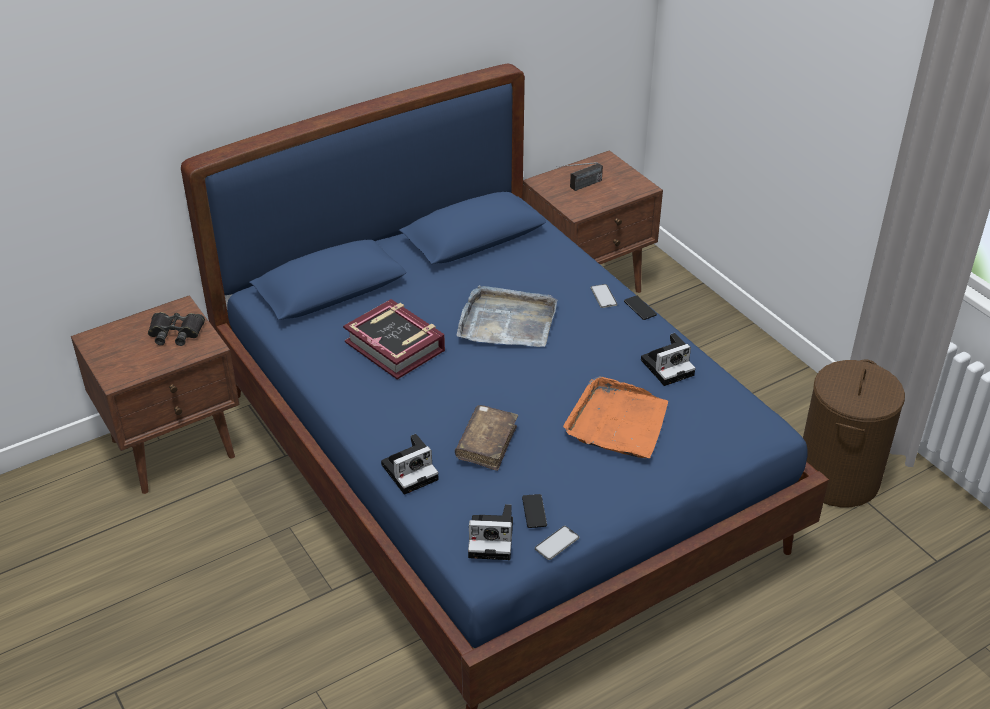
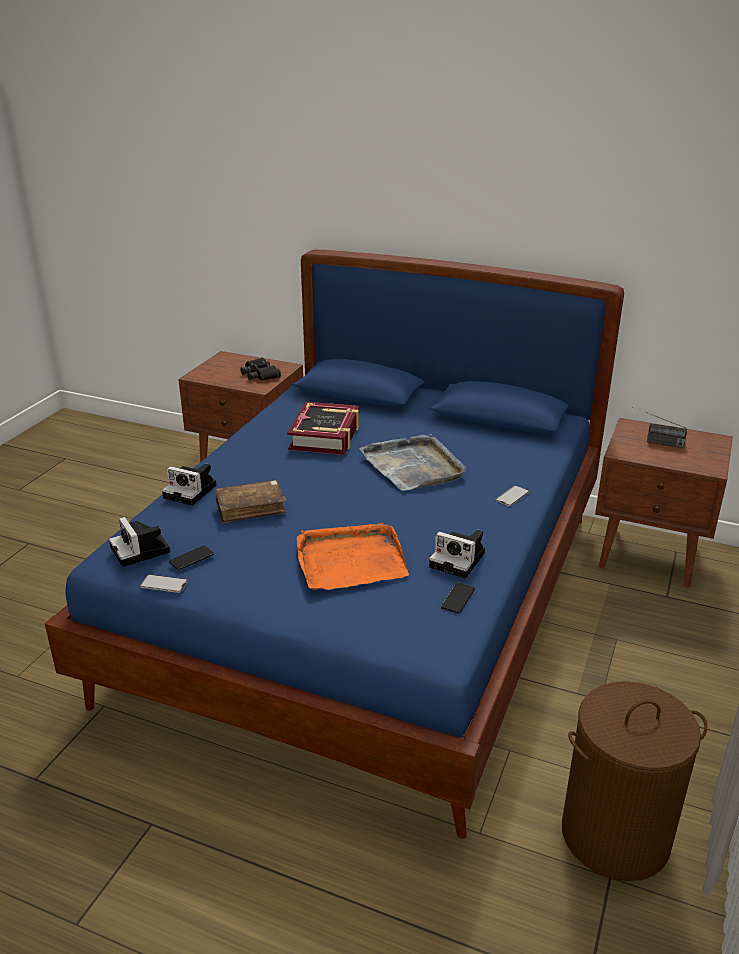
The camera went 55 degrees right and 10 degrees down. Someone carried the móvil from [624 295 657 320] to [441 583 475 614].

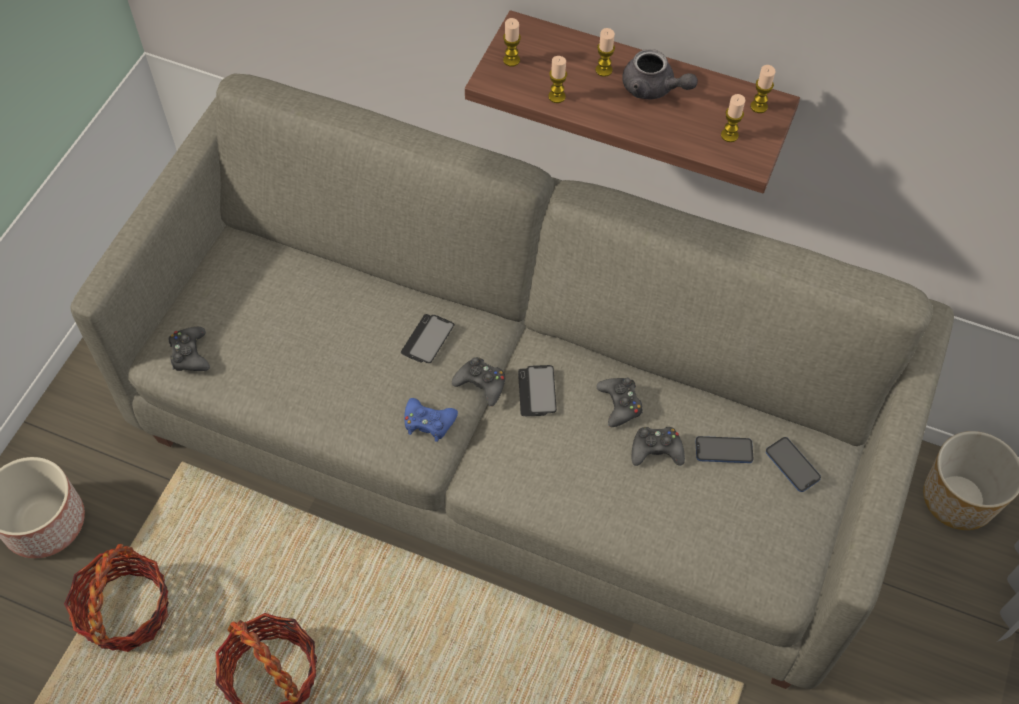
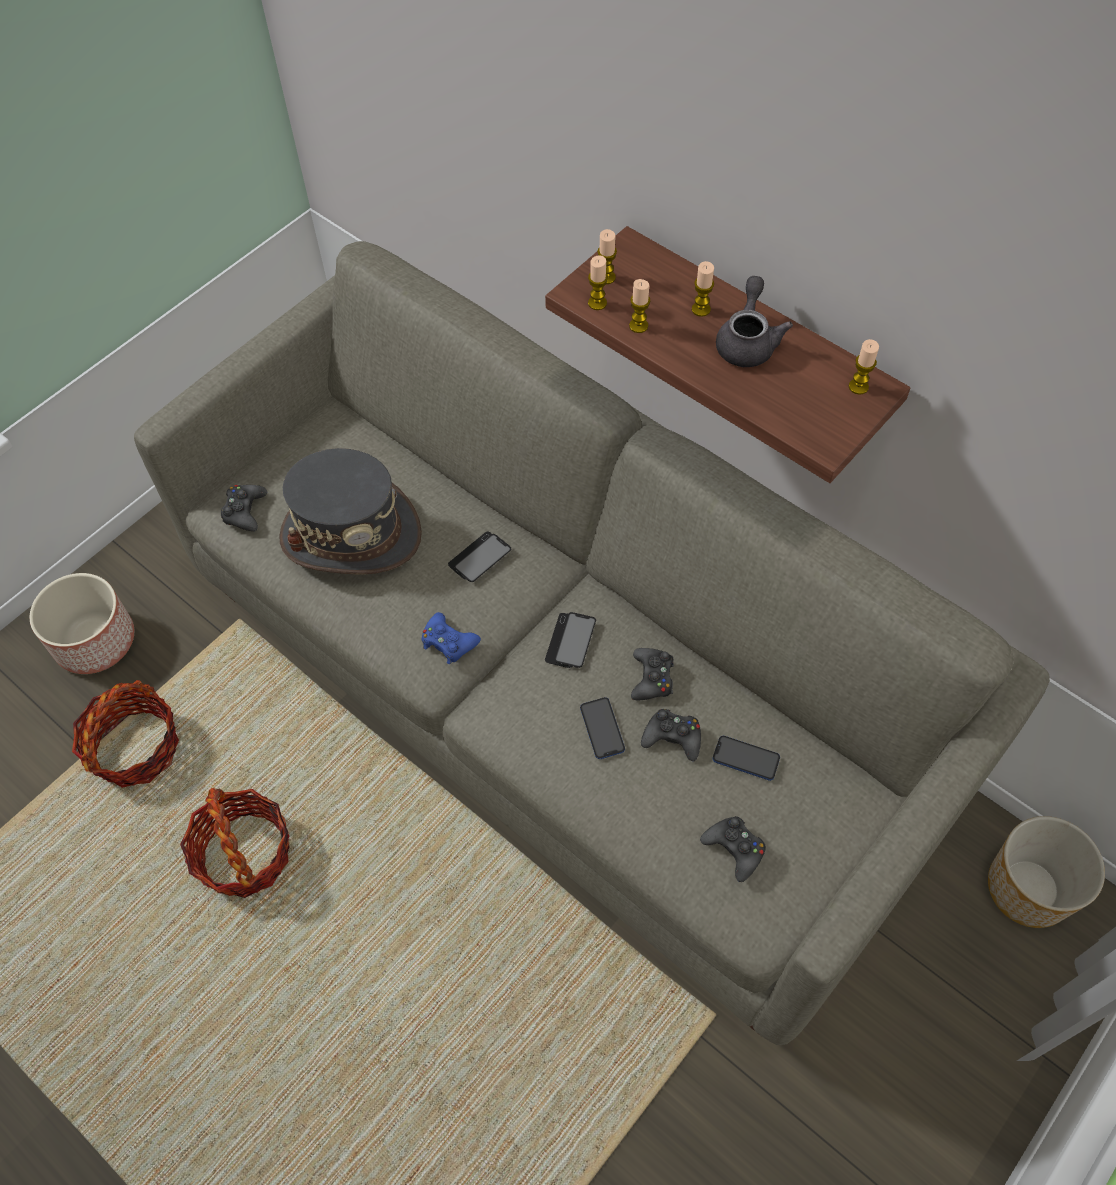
The camera went 20 degrees right and 0 degrees up. Someone put down the sombrero/gris at [279 448 422 575]. Someone carried the mando de consola/negro from [452 357 505 406] to [700 816 766 882]. Someone carried the vela from [721 94 745 142] to [588 256 608 310]. Someone carried the móvil from [766 437 821 492] to [580 697 625 759]. Someone rotated the tetera/gris at [622 49 698 99] by 135 degrees counterclockwise.

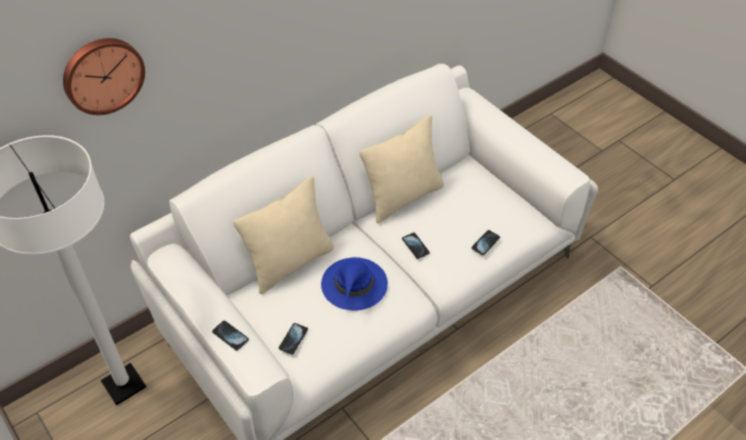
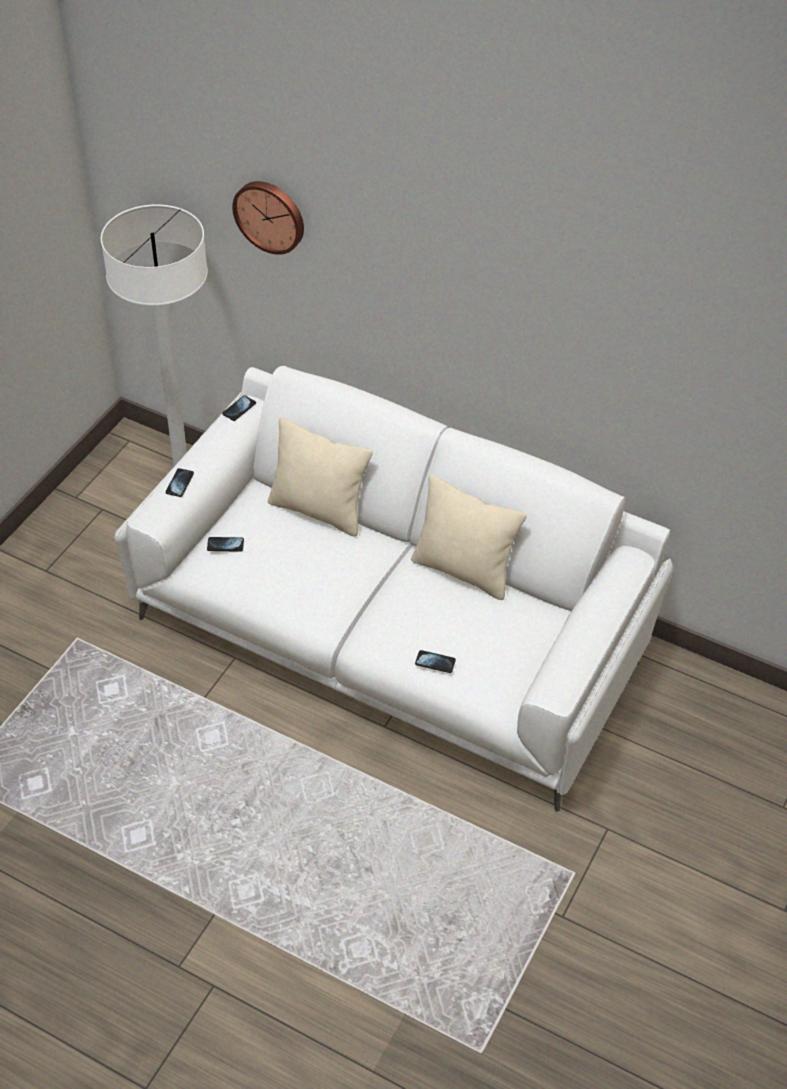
The camera went 65 degrees right and 0 degrees up. Someone took away the sombrero/azul at [321 257 388 311]. Someone carried the móvil from [402 232 430 259] to [222 395 256 421].

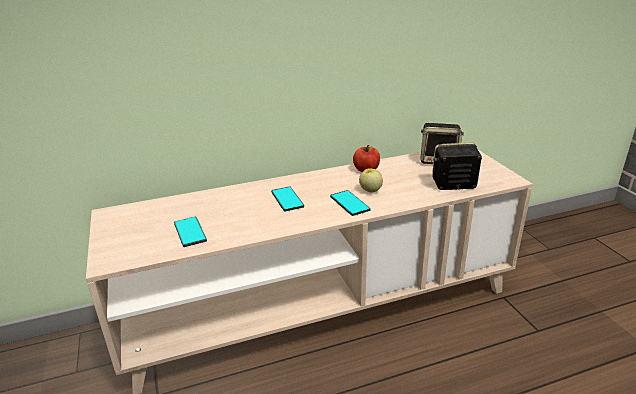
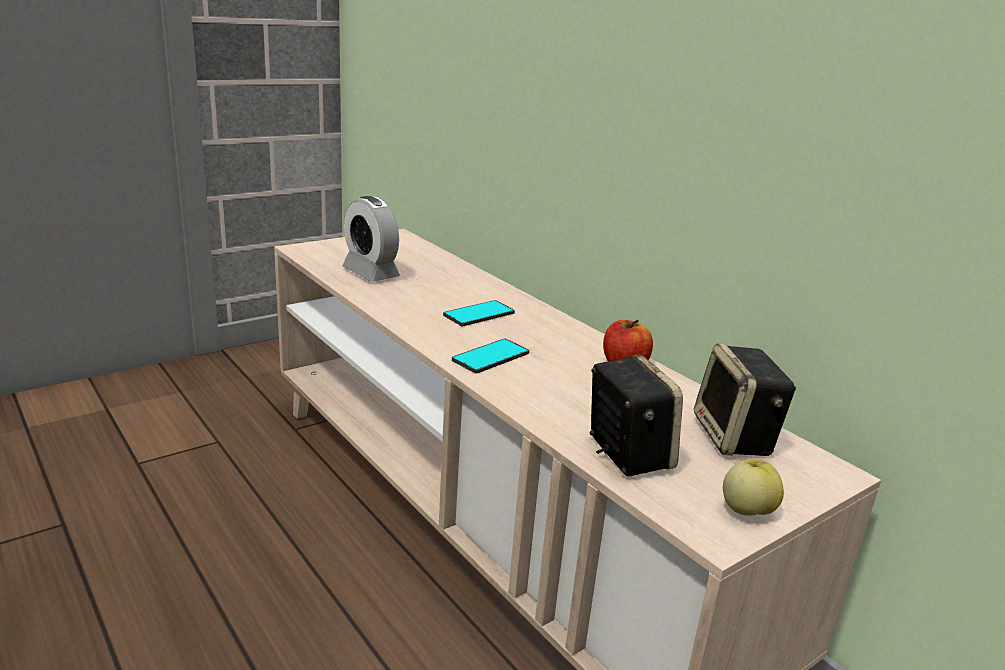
The camera went 70 degrees right and 5 degrees down. Someone carried the manzana from [359 168 383 192] to [723 459 784 516]. Someone swapped the móvil at [174 217 207 247] for the despertador at [342 196 400 282].

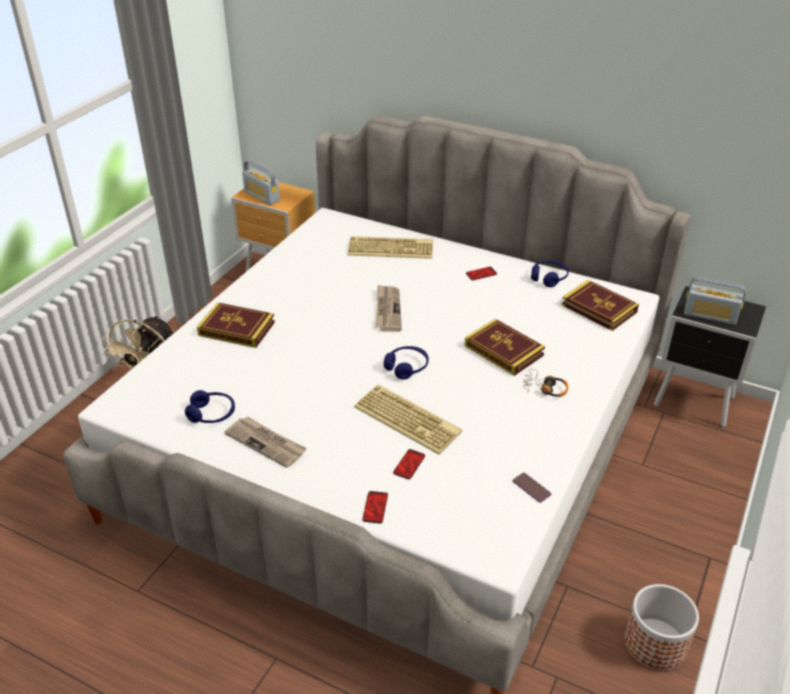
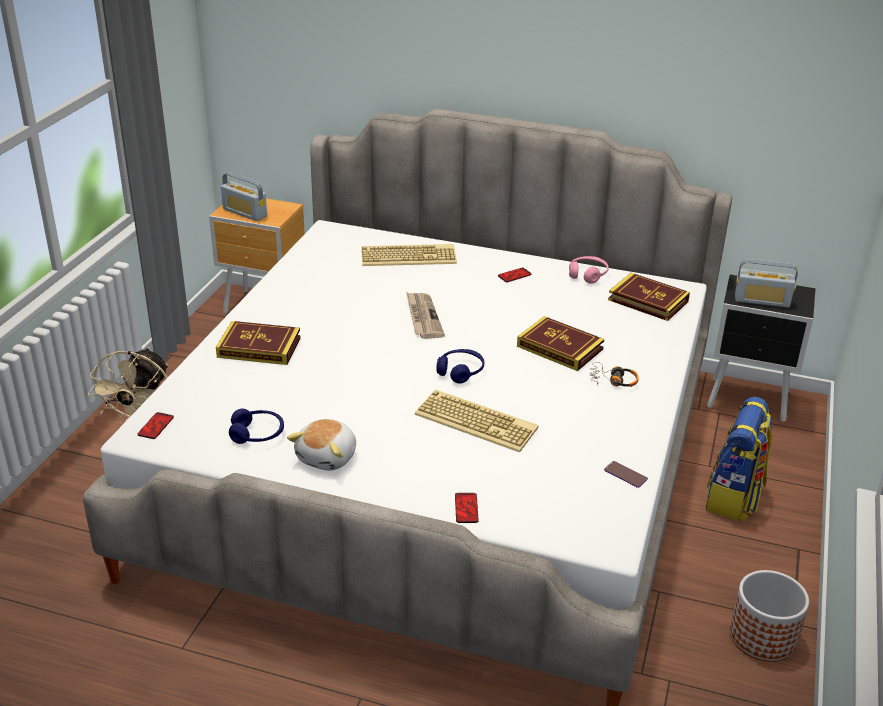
The camera went 10 degrees left and 5 degrees down. Someone put down the mochila at [706 397 772 522]. Someone carried the móvil from [393 449 425 479] to [138 412 174 439]. Someone swapped the periódico at [224 416 307 468] for the peluche at [287 419 356 471]. Someone repainted the auriculares/azul at [531 260 569 287], which became the auriculares/rosa at [569 256 609 284].

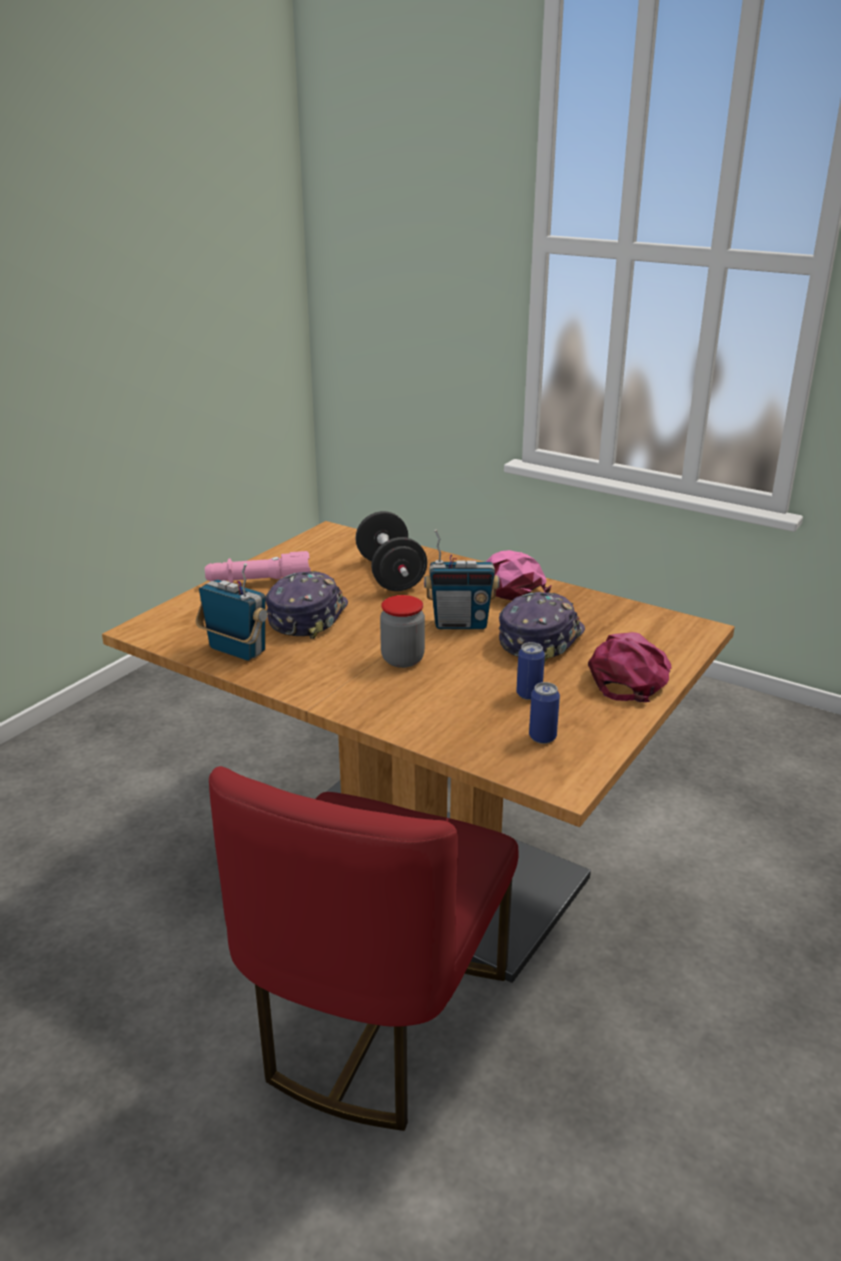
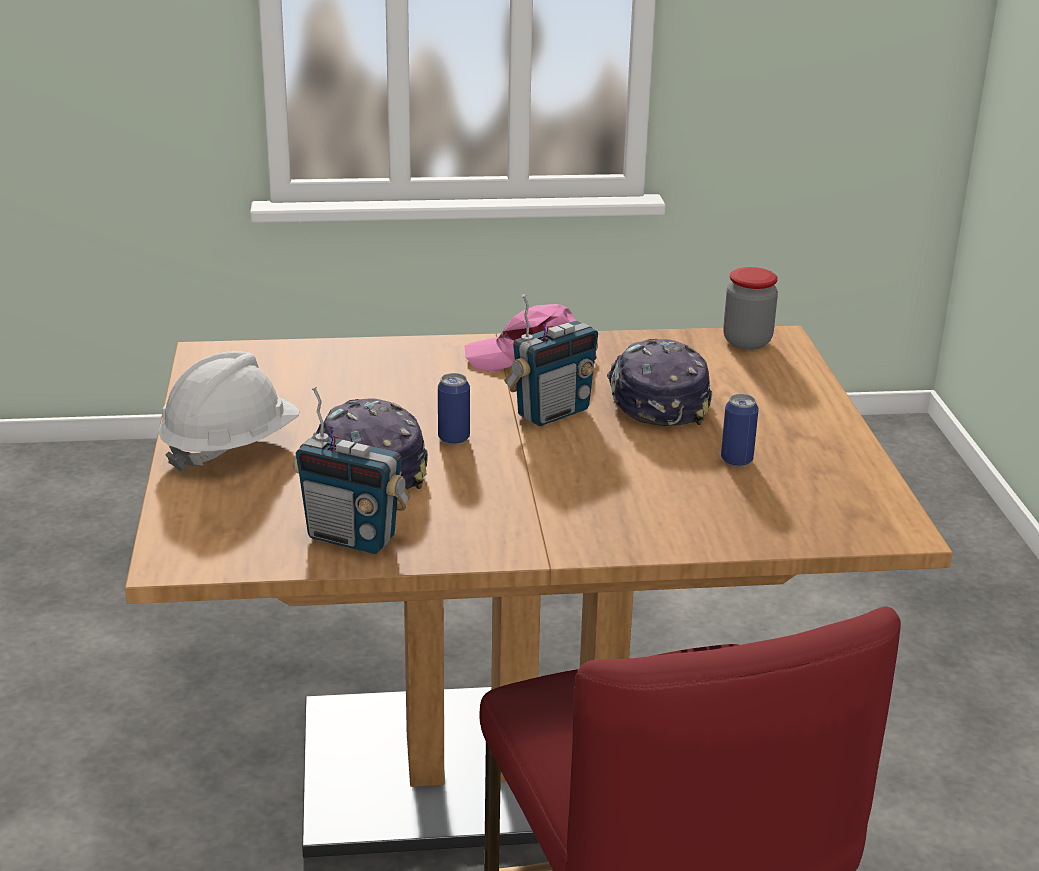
The camera went 40 degrees left and 0 degrees up. Someone took away the mancuerna/negro at [355 511 427 591]. Someone took away the gorra/rosa at [588 632 671 702]. Someone carried the tarro from [380 595 425 668] to [723 267 778 350]. Someone carried the lata from [529 682 560 744] to [438 373 470 444]. Someone swapped the linterna/rosa at [205 551 311 583] for the casco/blanco at [158 351 300 472]. Someone rotated the radio at [196 563 268 661] by 150 degrees counterclockwise.

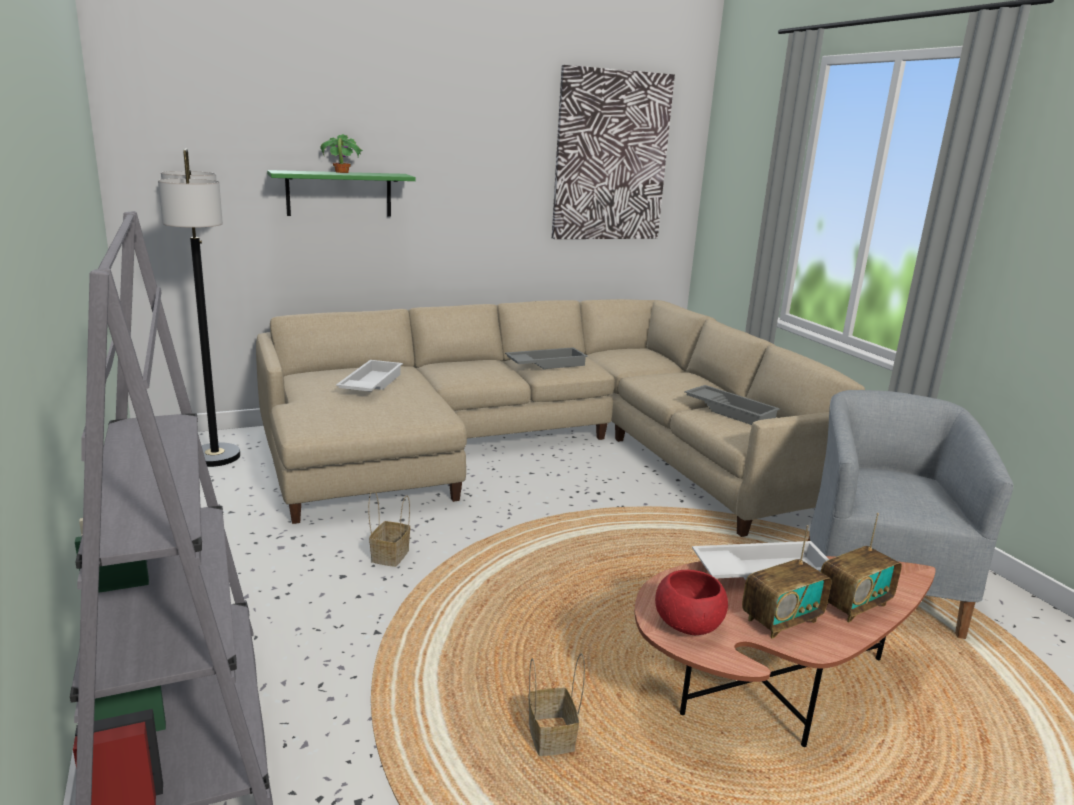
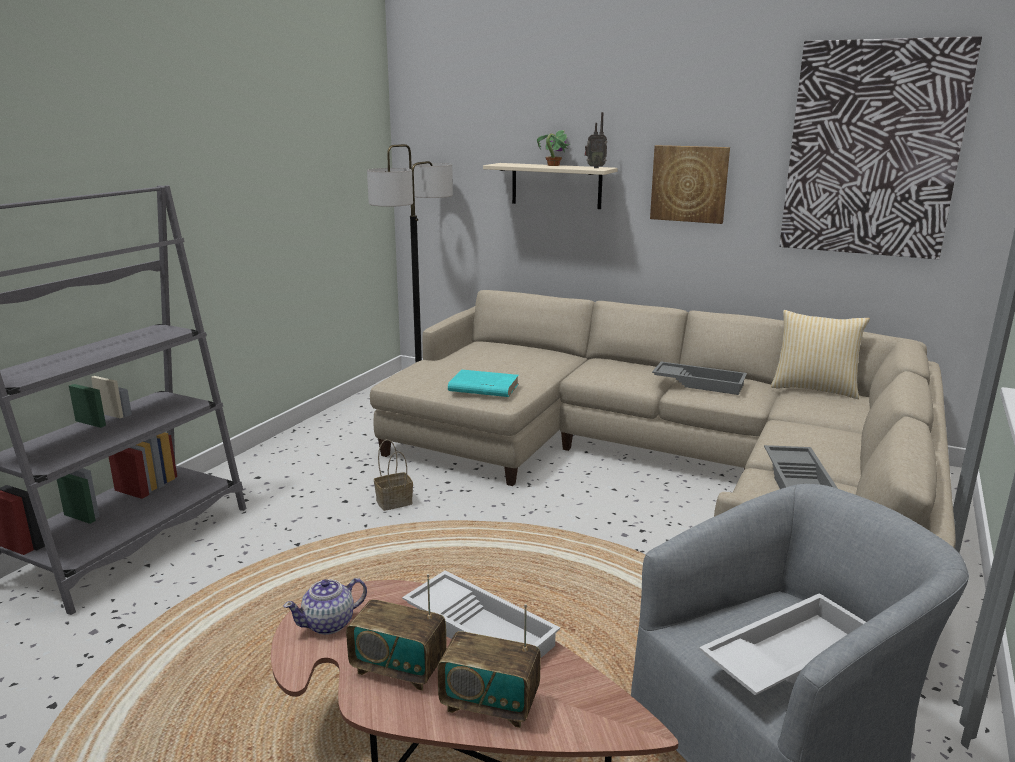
The camera went 50 degrees right and 0 degrees up. Someone took away the cesta at [528 653 585 756]. Someone put down the libro/turquesa at [448 369 519 397]. Someone put down the radio at [585 112 607 168]. Someone put up the cuadro at [650 145 730 224]. Someone put down the cojín at [771 310 870 399]. Someone carried the bandeja/blanco from [336 360 403 392] to [699 593 866 695]. Someone swapped the cuenco/rojo at [655 570 728 635] for the tetera at [283 578 367 635]. Someone repainted the estante/verde at [267 170 416 216], which became the estante/beis at [483 163 618 209].

